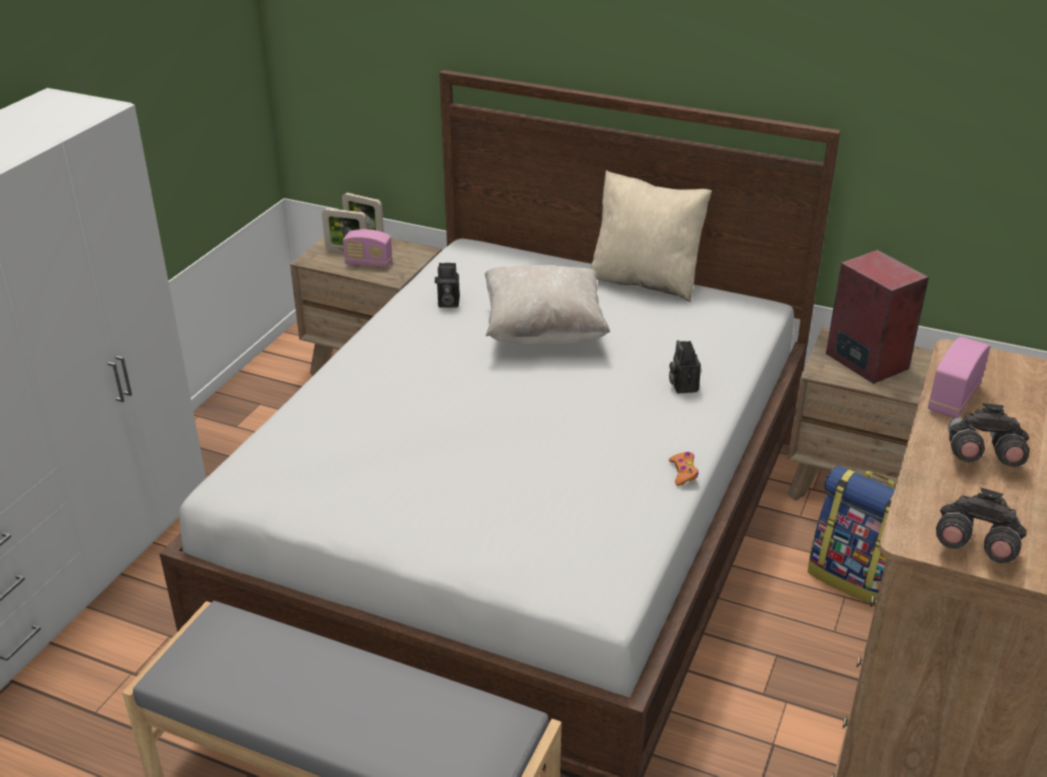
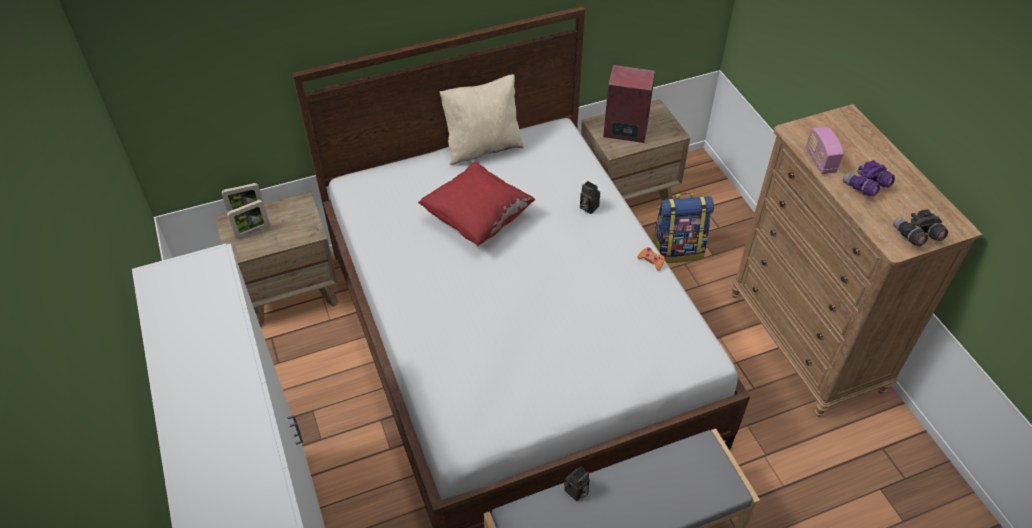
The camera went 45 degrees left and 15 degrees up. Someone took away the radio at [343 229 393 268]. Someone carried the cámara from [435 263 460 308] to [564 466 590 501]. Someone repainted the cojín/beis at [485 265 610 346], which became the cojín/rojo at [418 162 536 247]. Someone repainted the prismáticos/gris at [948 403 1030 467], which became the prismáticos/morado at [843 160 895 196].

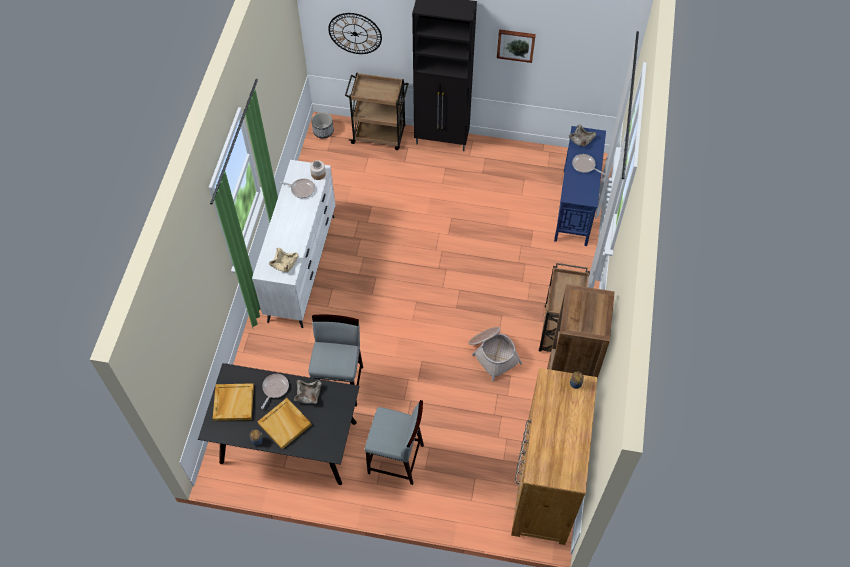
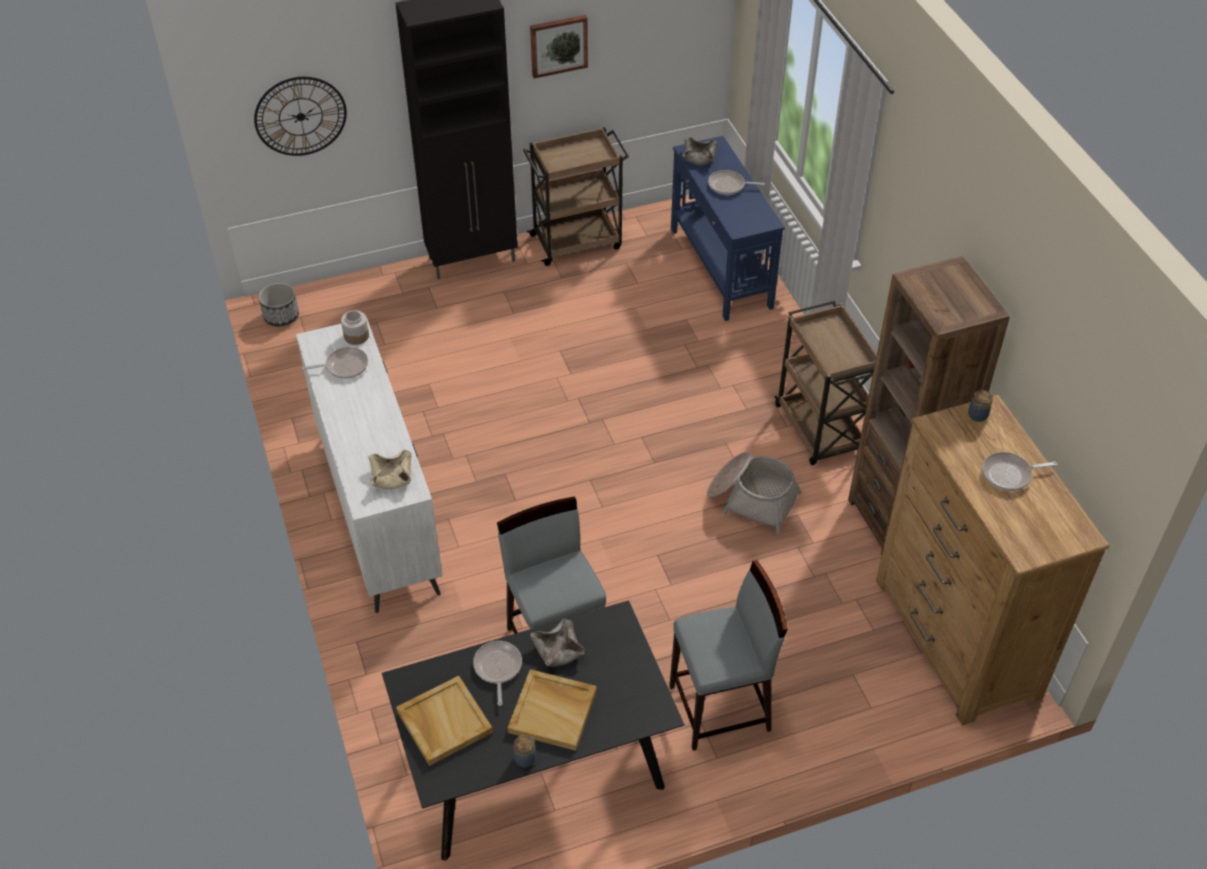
The camera went 30 degrees left and 10 degrees down. Someone put down the sartén at [982 452 1057 491]. Someone carried the carrito/marrón from [345 73 409 150] to [523 127 629 266].

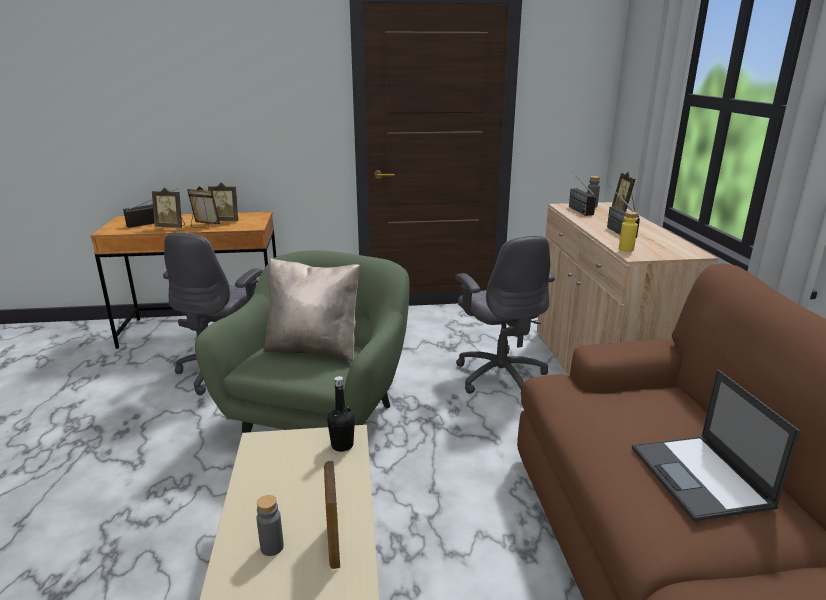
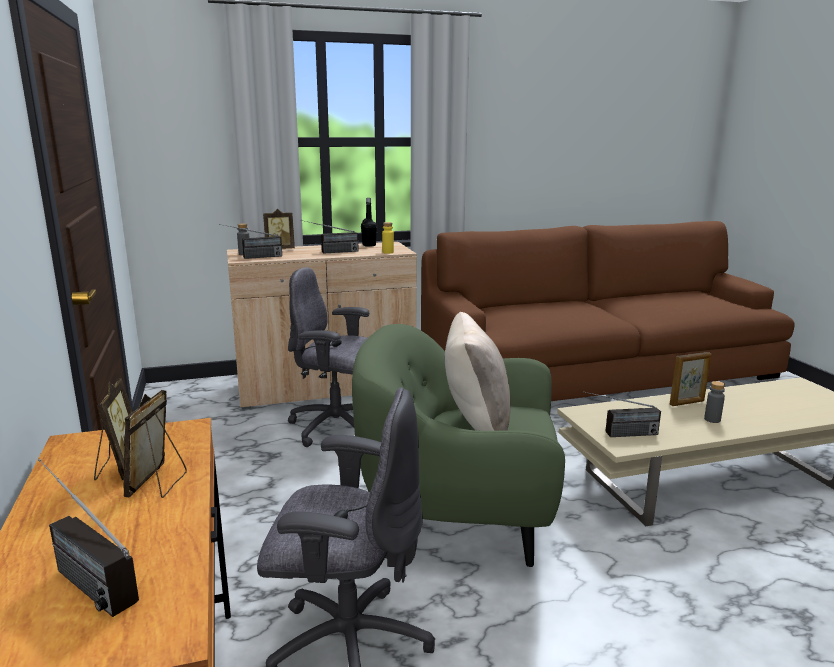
The camera went 100 degrees left and 5 degrees down. Someone took away the portarretratos at [152 187 185 228]. Someone took away the portátil at [632 369 800 522]. Someone put down the radio at [583 391 661 437]. Someone carried the botella/negro from [327 376 355 452] to [361 198 377 247]. Someone rotated the silla de oficina/gris at [455 235 555 394] by 135 degrees counterclockwise.

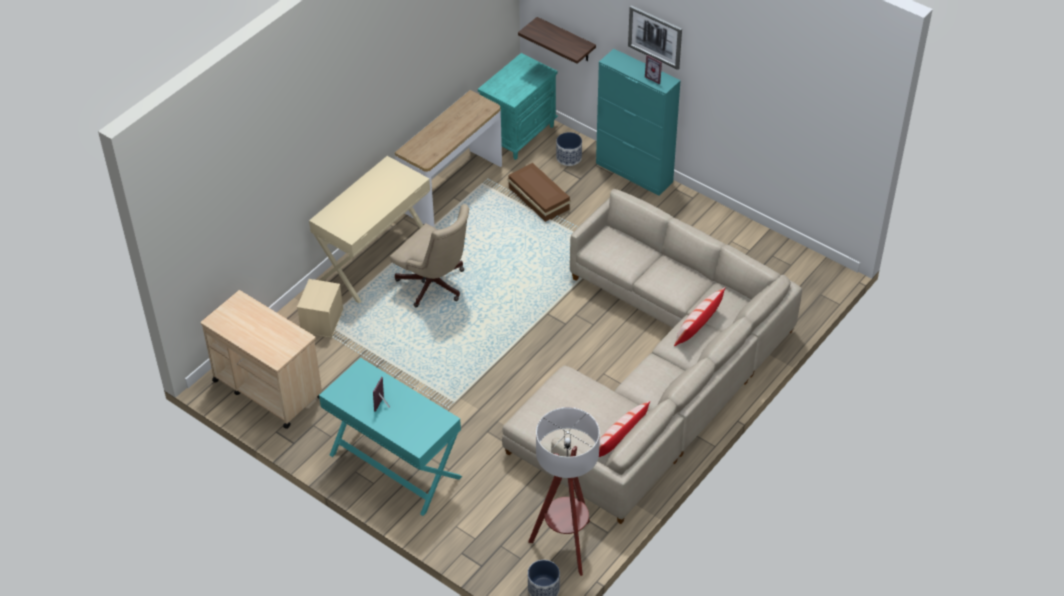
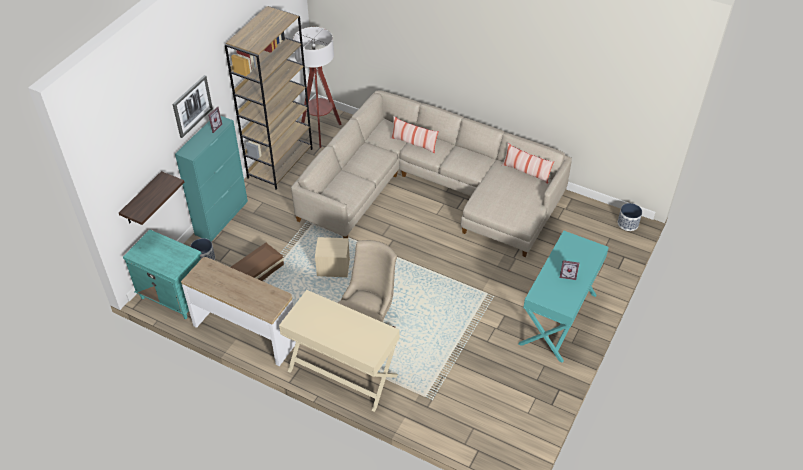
The camera went 100 degrees left and 0 degrees up. Someone took away the carrito/beis at [201 290 322 429]. Someone put down the estantería/marrón at [225 6 313 190]. Someone carried the caja de almacenaje/beis from [297 279 343 338] to [315 237 350 277]. Someone carried the lámpara de pie from [528 407 600 576] to [293 27 342 148].

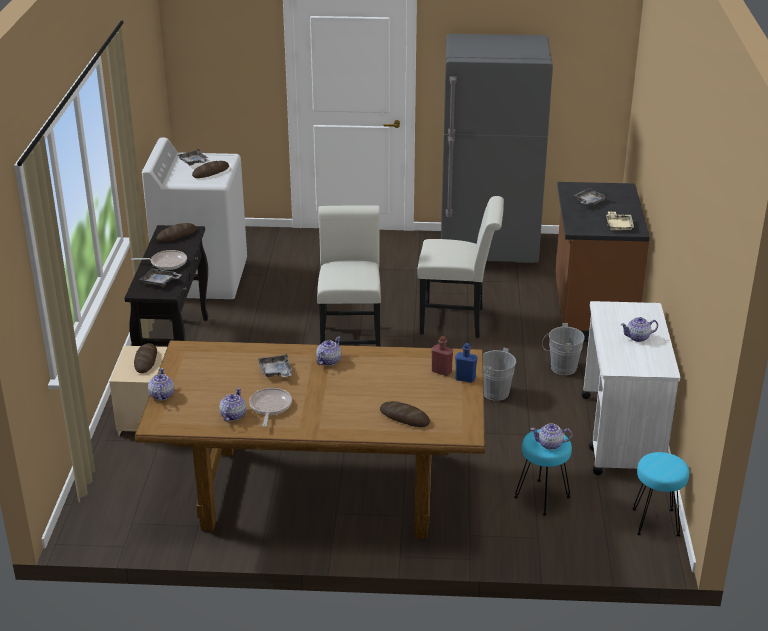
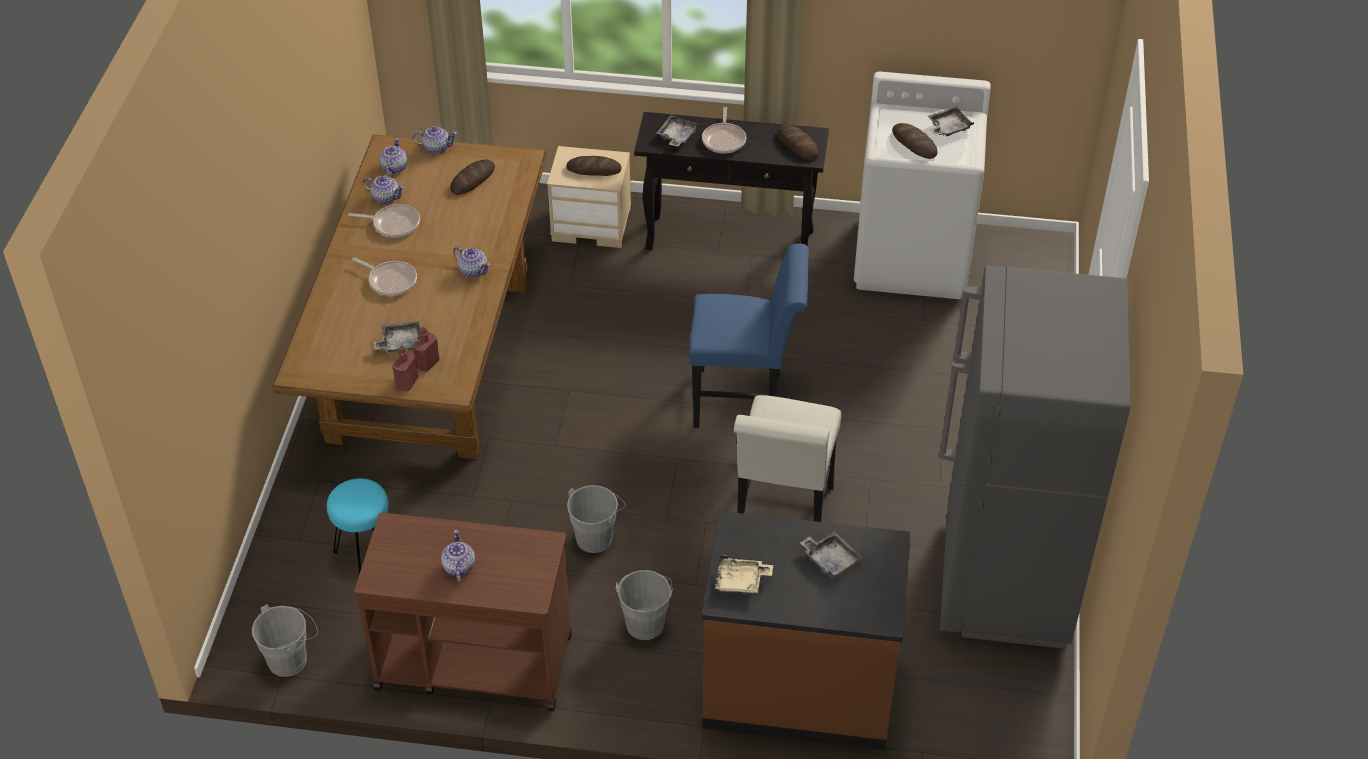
The camera went 95 degrees right and 15 degrees up. Someone put down the sartén at [352 257 417 296]. Someone carried the bandeja/gris from [258 353 293 377] to [373 322 420 353]. Someone carried the pan from [380 401 430 427] to [450 159 495 195]. Someone carried the tetera from [530 423 572 450] to [379 138 408 176]. Someone swapped the taburete/turquesa at [632 452 689 536] for the cubo/gris at [252 604 318 677]. Someone repainted the silla/blanco at [317 206 381 346], which became the silla/azul at [689 244 809 428]. Someone repainted the botella/azul at [455 343 478 383], which became the botella/rojo at [392 346 418 391]. Someone repainted the carrito/blanco at [582 301 680 475], which became the carrito/marrón at [354 512 572 711].

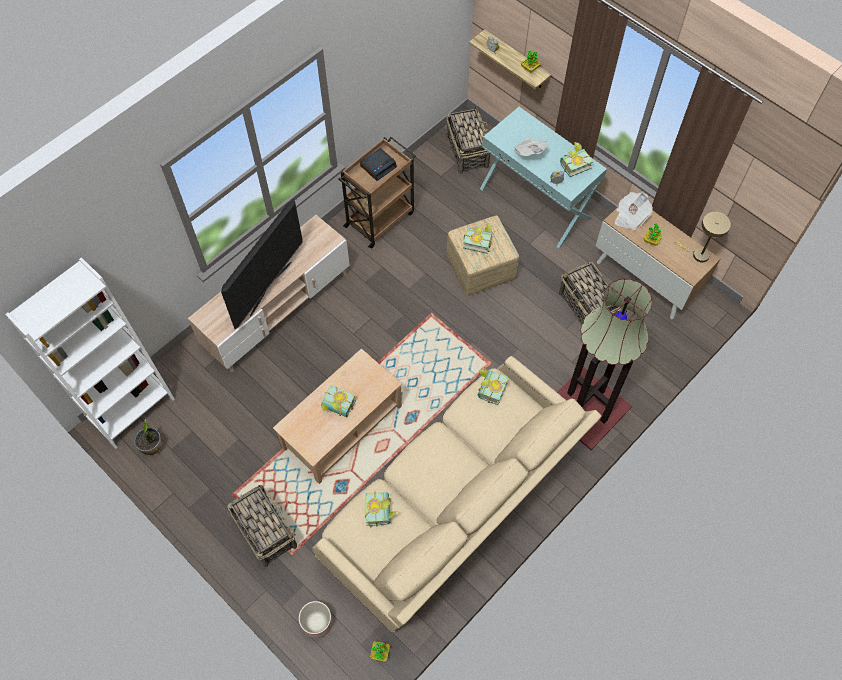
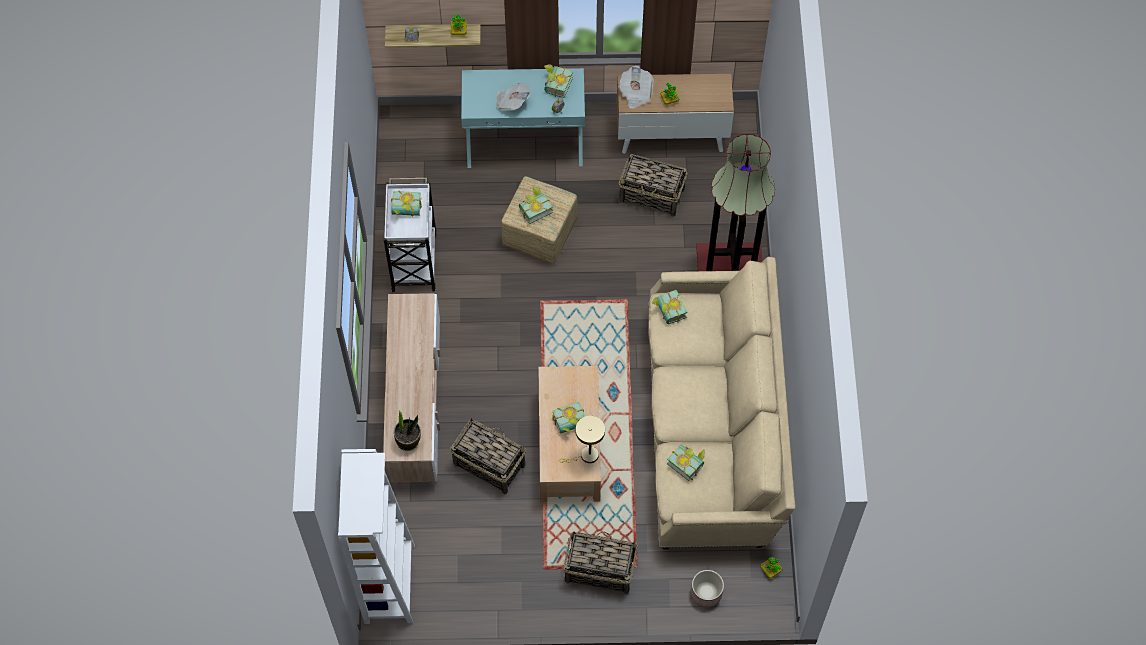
The camera went 45 degrees left and 0 degrees up. Someone took away the televisor at [221 199 303 329]. Someone carried the planta en maceta from [134 419 162 456] to [394 410 421 451]. Someone carried the cesta from [447 106 490 174] to [450 418 526 494]. Someone carried the lámpara de mesa/beis from [675 212 731 263] to [558 416 605 463]. Someone swapped the despertador at [360 148 397 181] for the libro at [391 190 422 216]. Someone repainted the carrito/marrón at [338 137 416 249], which became the carrito/blanco at [384 178 437 292].

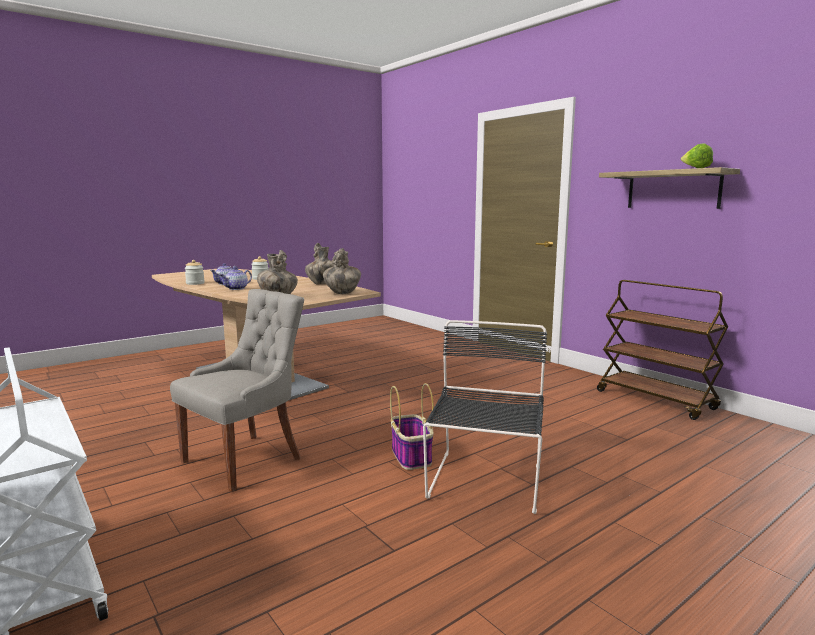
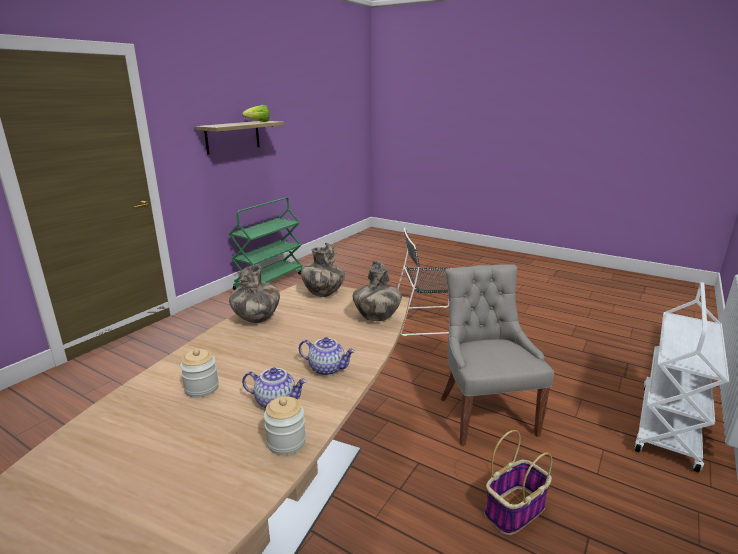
The camera went 110 degrees left and 10 degrees up. Someone carried the cesta from [390 383 434 470] to [484 430 552 535]. Someone repainted the carrito/marrón at [597 280 728 420], which became the carrito/verde at [229 198 303 290]. Someone rotated the silla/gris at [170 289 304 492] by 60 degrees clockwise.

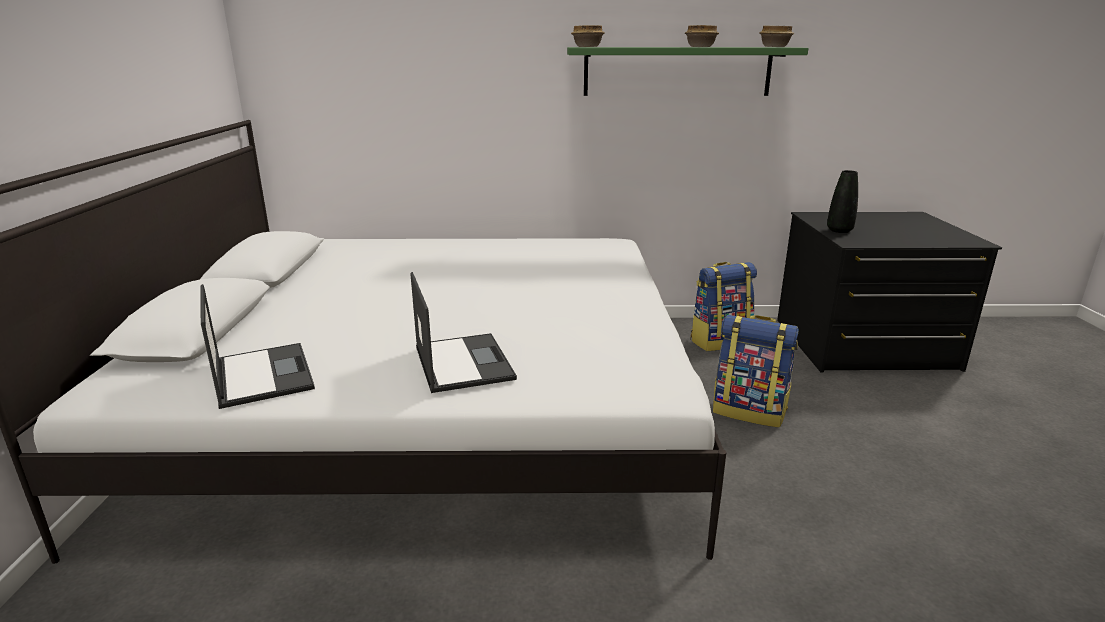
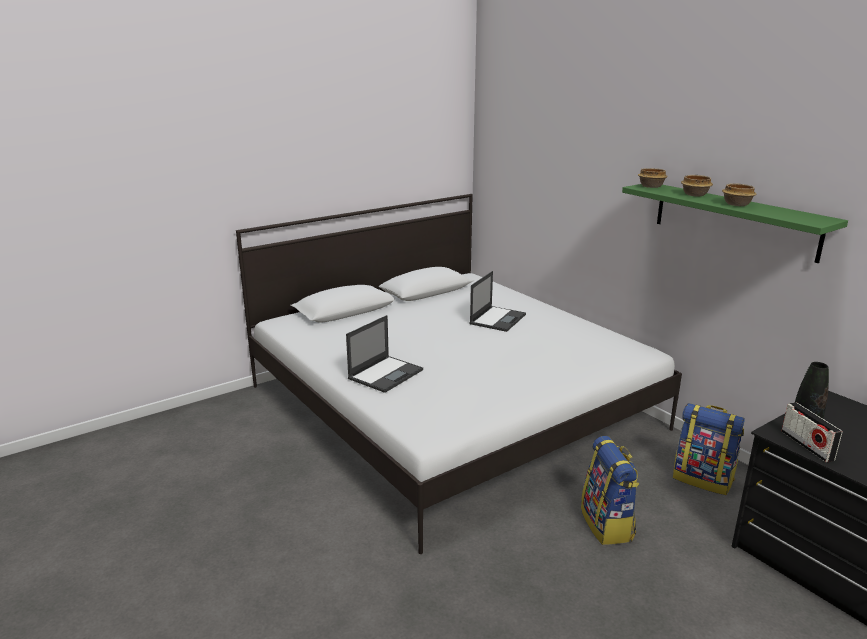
The camera went 55 degrees right and 0 degrees up. Someone put down the radio at [781 402 843 462]. Someone carried the portátil from [200 284 315 409] to [469 271 526 332]. Someone carried the cuenco from [759 26 794 47] to [681 175 713 196].

